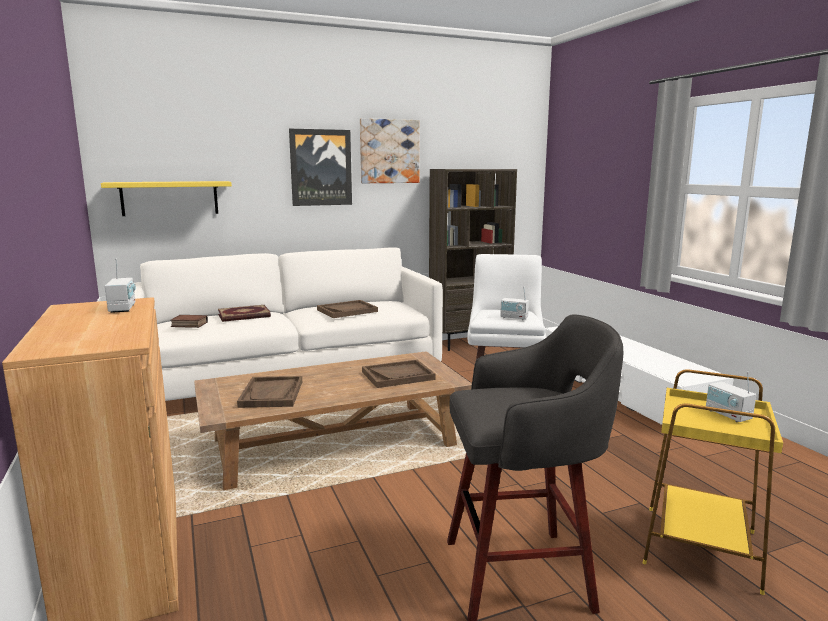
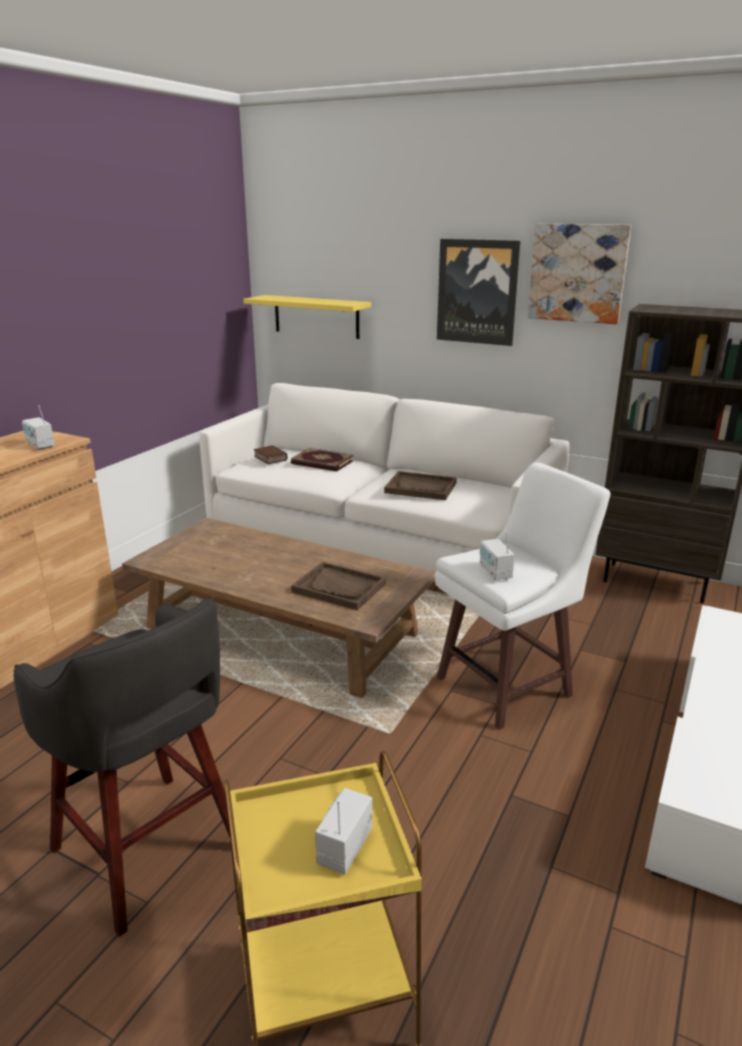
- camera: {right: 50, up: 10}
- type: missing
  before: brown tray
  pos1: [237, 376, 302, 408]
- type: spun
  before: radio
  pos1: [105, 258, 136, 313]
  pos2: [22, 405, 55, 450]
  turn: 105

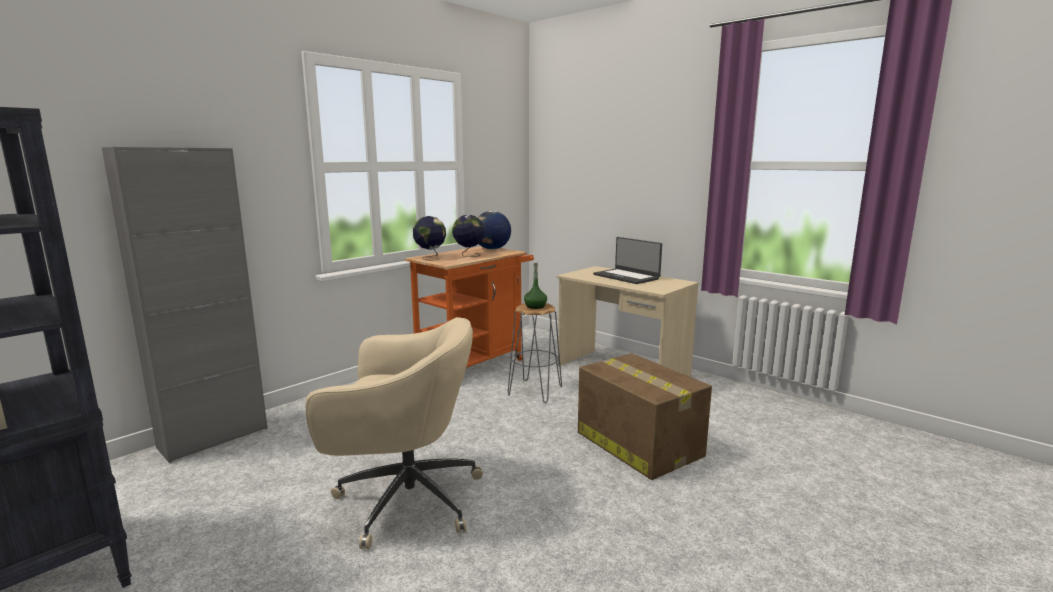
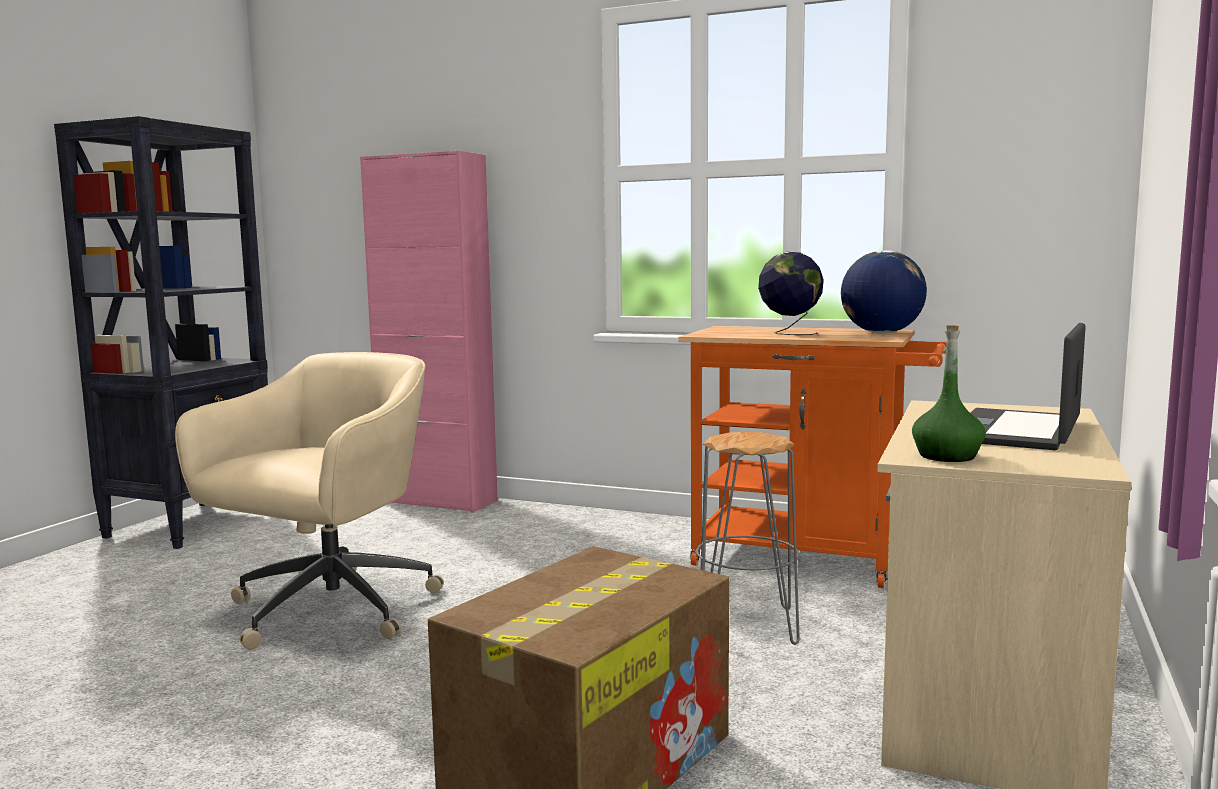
- camera: {right: 70, up: -5}
- type: missing
  before: globe
  pos1: [413, 216, 446, 260]
- type: relocated
  before: green bottle
  pos1: [524, 263, 547, 309]
  pos2: [912, 325, 985, 462]
- type: colour
  before: grey cabinet
  after: pink cabinet
  pos1: [102, 147, 268, 463]
  pos2: [360, 151, 498, 513]
- type: spun
  before: beige office chair
  pos1: [305, 317, 483, 549]
  pos2: [175, 352, 444, 649]
  turn: -135

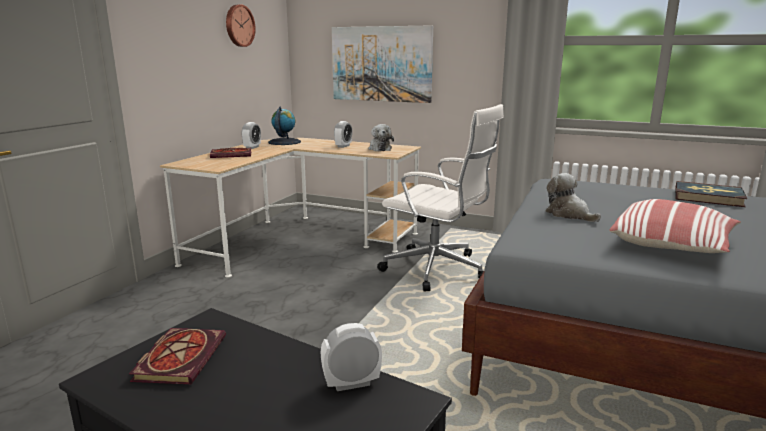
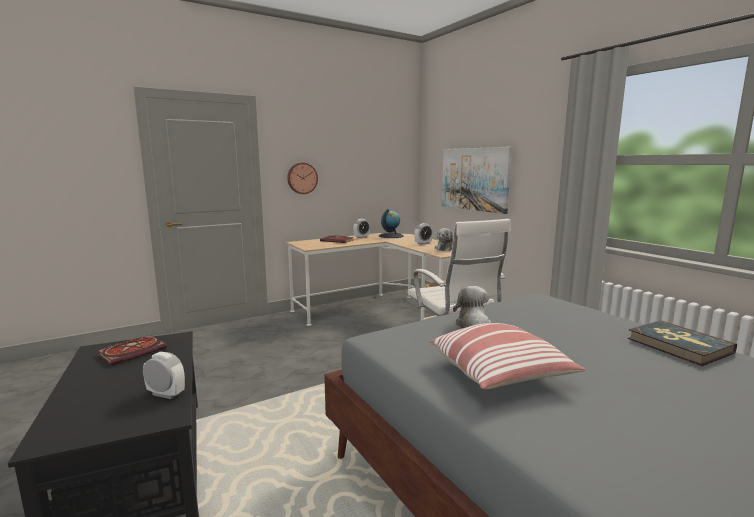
- camera: {right: 35, up: -5}
- type: relocated
  before: wall clock
  pos1: [226, 4, 256, 47]
  pos2: [287, 163, 318, 194]

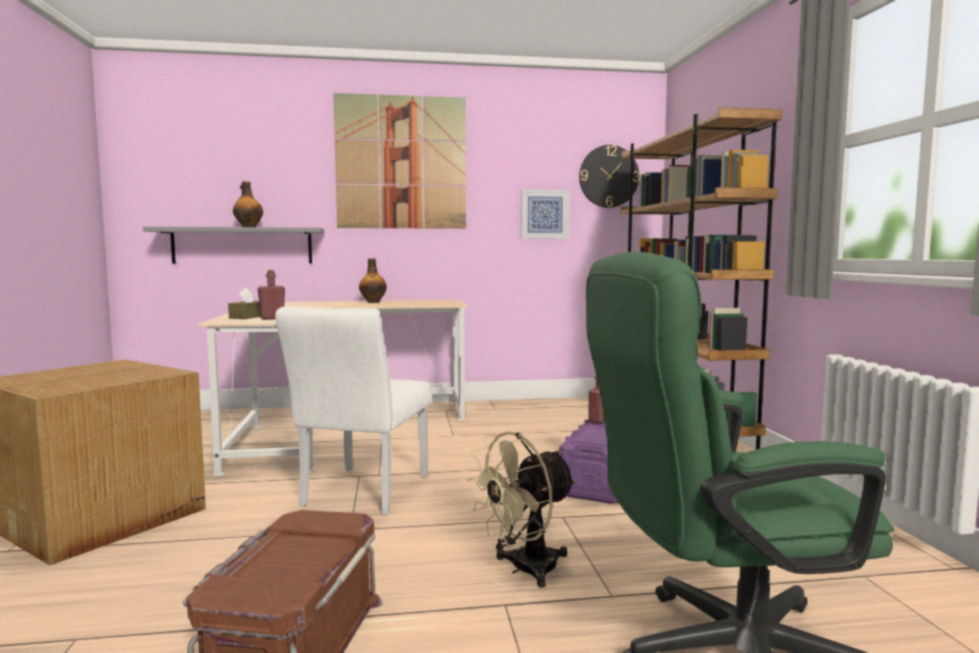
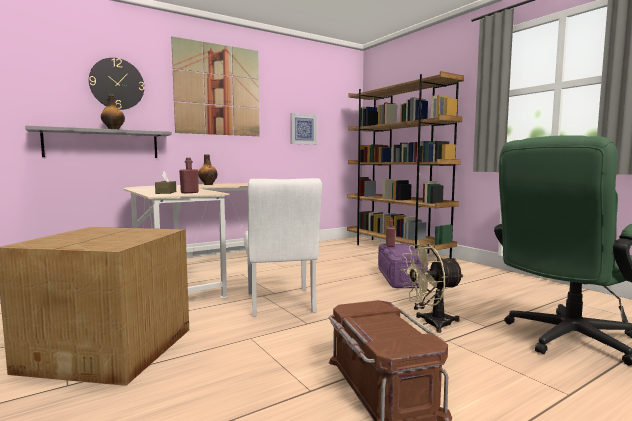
- camera: {right: -25, up: 0}
- type: relocated
  before: wall clock
  pos1: [579, 145, 639, 208]
  pos2: [89, 58, 144, 110]
- type: spun
  before: beige fan
  pos1: [466, 431, 576, 587]
  pos2: [401, 244, 465, 333]
  turn: 45

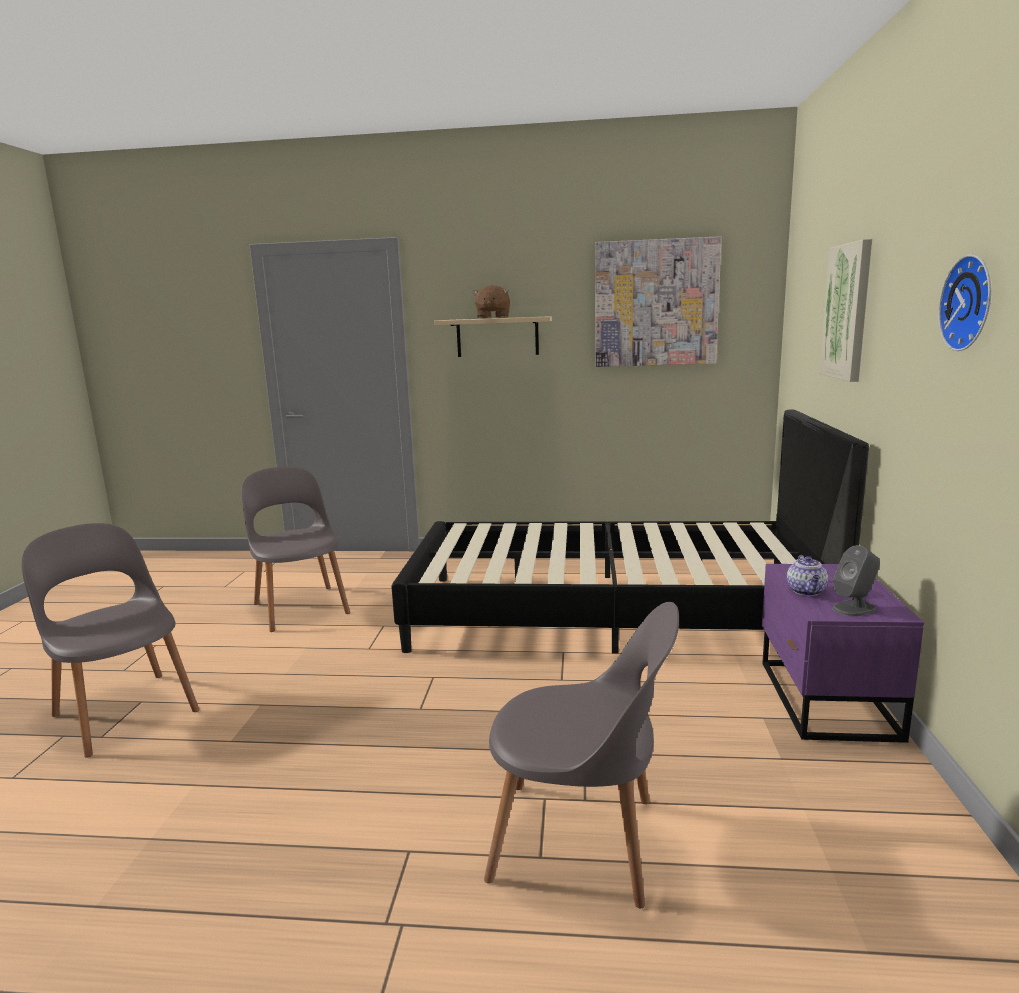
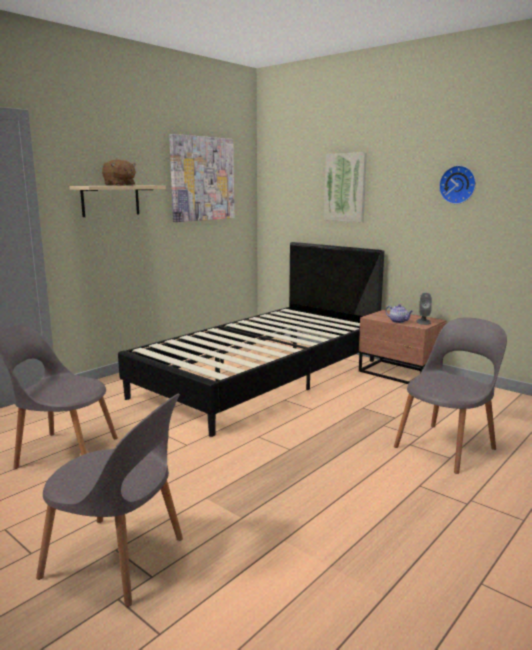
- camera: {right: -55, up: 0}
- type: colour
  before: purple nightstand
  after: brown nightstand
  pos1: [762, 564, 924, 743]
  pos2: [359, 310, 446, 384]
- type: spun
  before: grey chair
  pos1: [21, 523, 199, 758]
  pos2: [36, 394, 183, 607]
  turn: -150

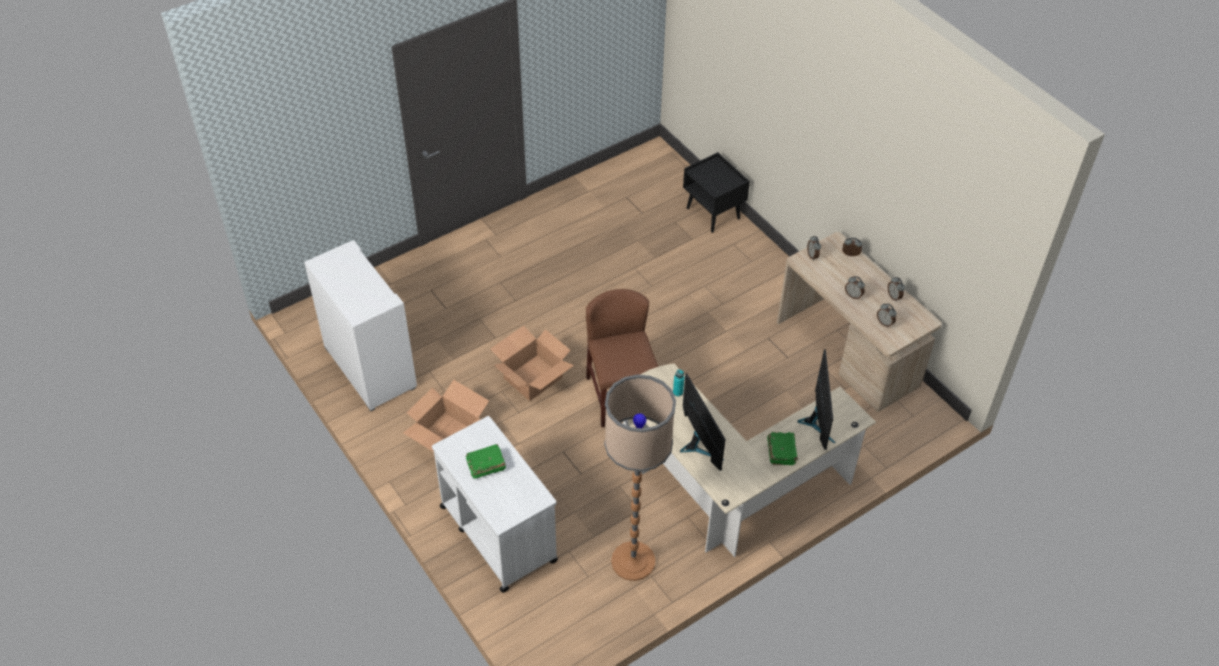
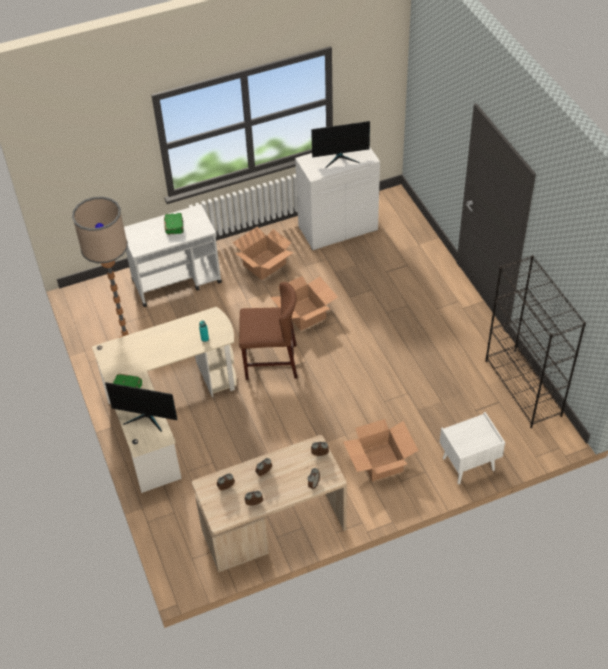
- camera: {right: 105, up: 0}
- type: appeared
  after: cardboard box
  pos2: [343, 419, 419, 481]
- type: appeared
  after: black bookcase
  pos2: [485, 255, 586, 428]
- type: relocated
  before: monitor
  pos1: [680, 373, 726, 471]
  pos2: [311, 121, 370, 168]
- type: colour
  before: black nightstand
  after: white nightstand
  pos1: [683, 152, 750, 233]
  pos2: [439, 412, 505, 484]

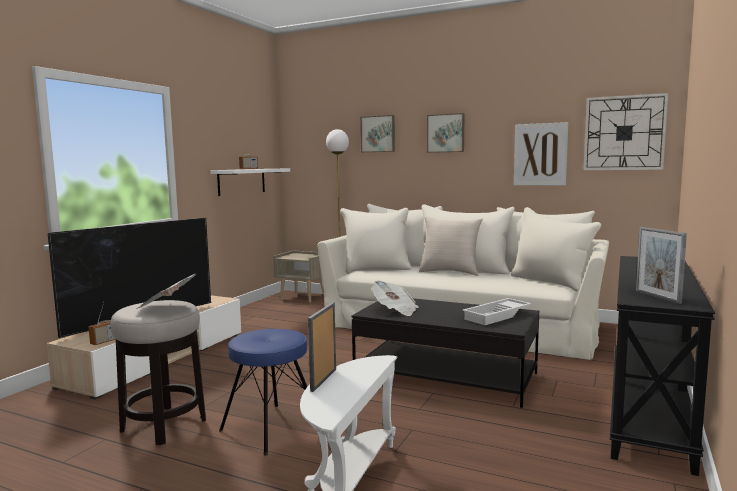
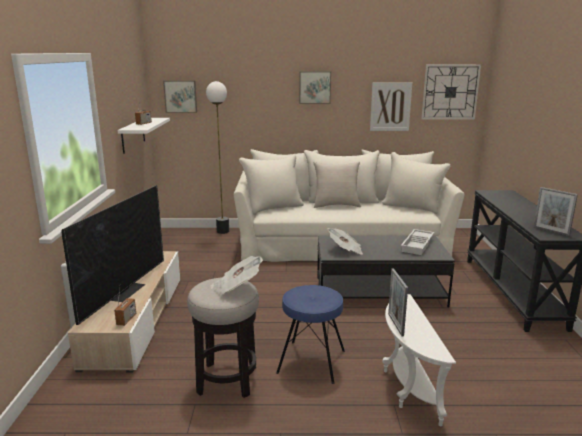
- camera: {right: -25, up: 10}
- type: missing
  before: beige nightstand
  pos1: [274, 250, 324, 303]
- type: relocated
  before: picture
  pos1: [360, 115, 395, 152]
  pos2: [163, 81, 197, 113]

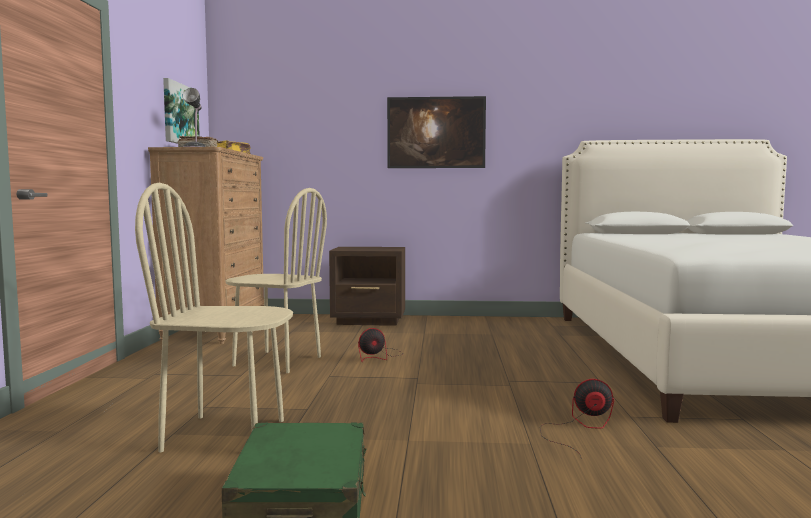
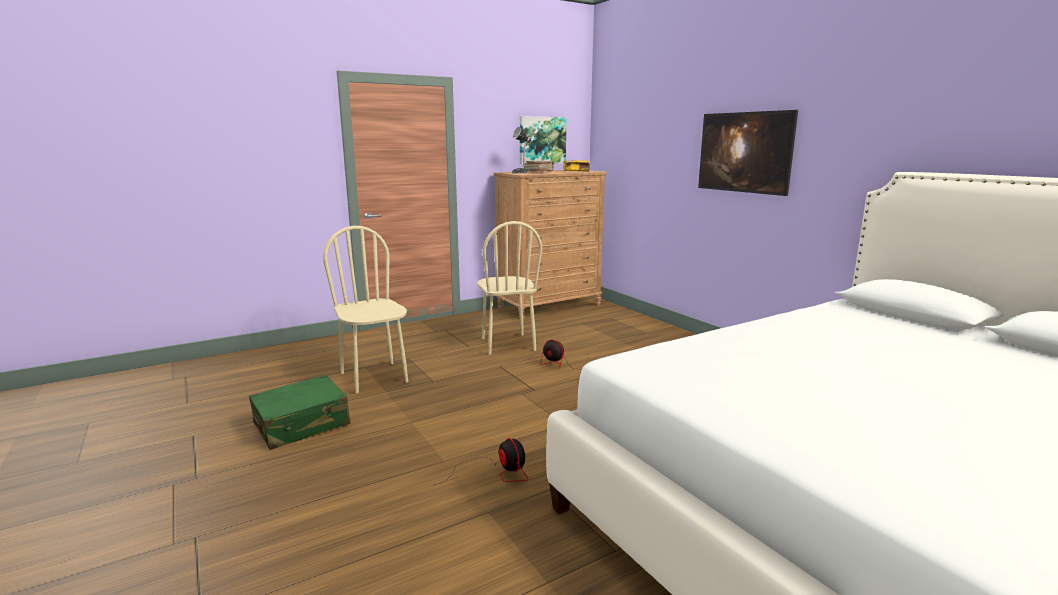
- camera: {right: 55, up: 10}
- type: missing
  before: brown nightstand
  pos1: [329, 247, 405, 326]

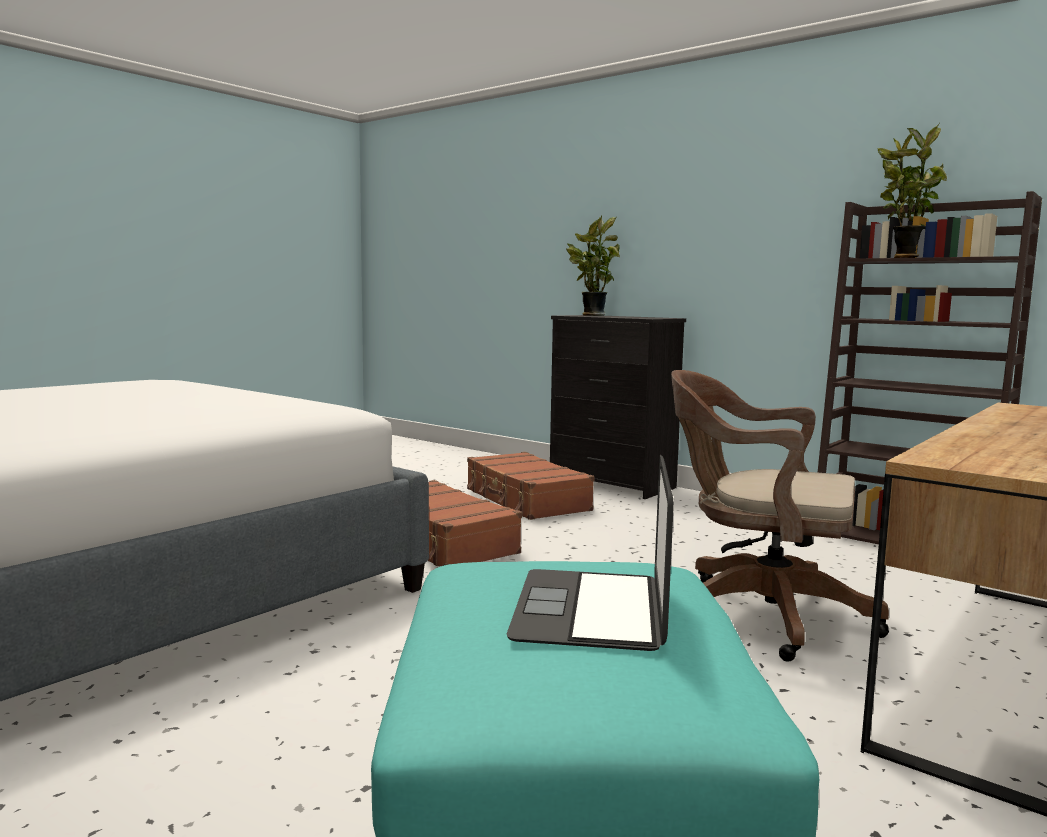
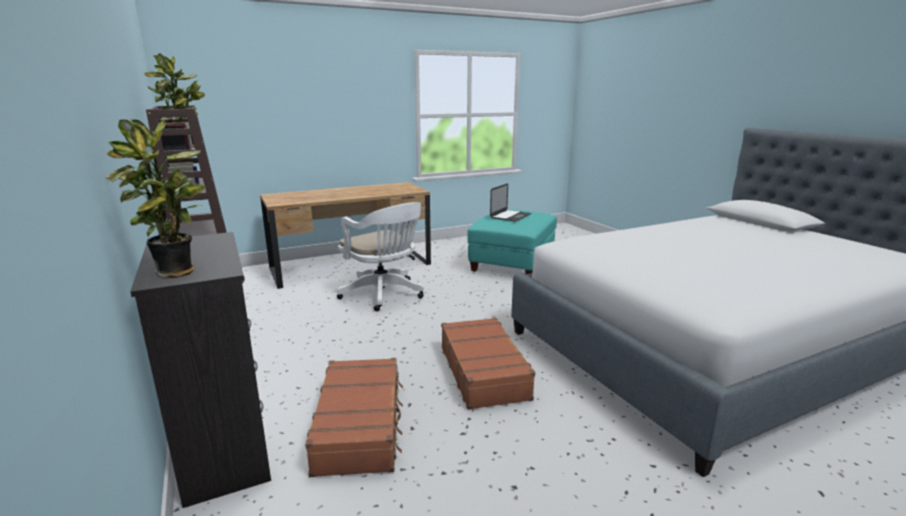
- camera: {right: -155, up: 10}
- type: colour
  before: brown office chair
  after: white office chair
  pos1: [671, 370, 889, 662]
  pos2: [337, 202, 424, 311]

